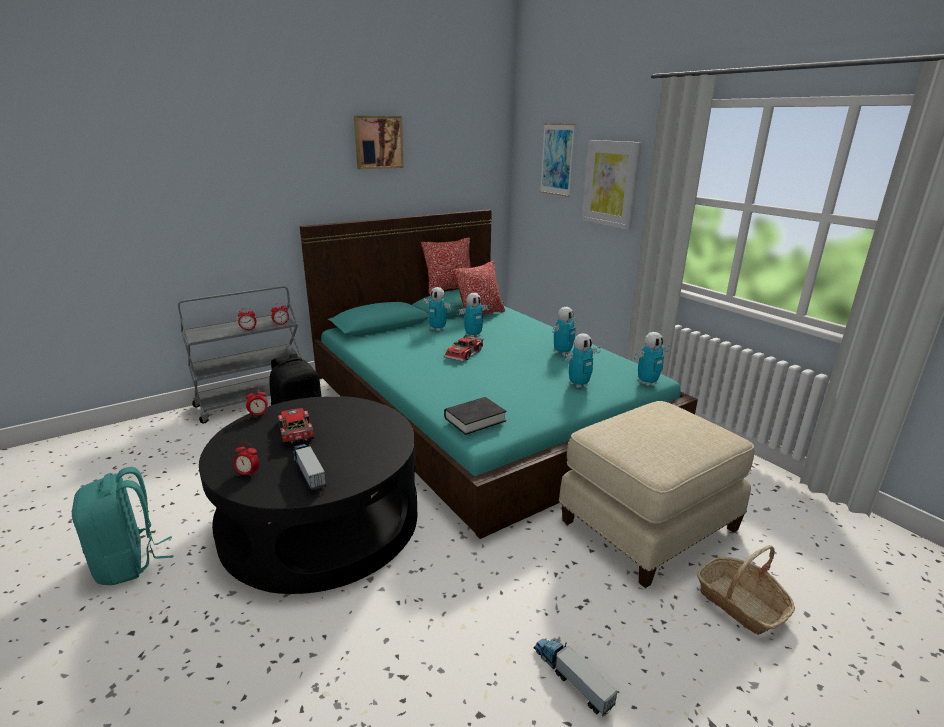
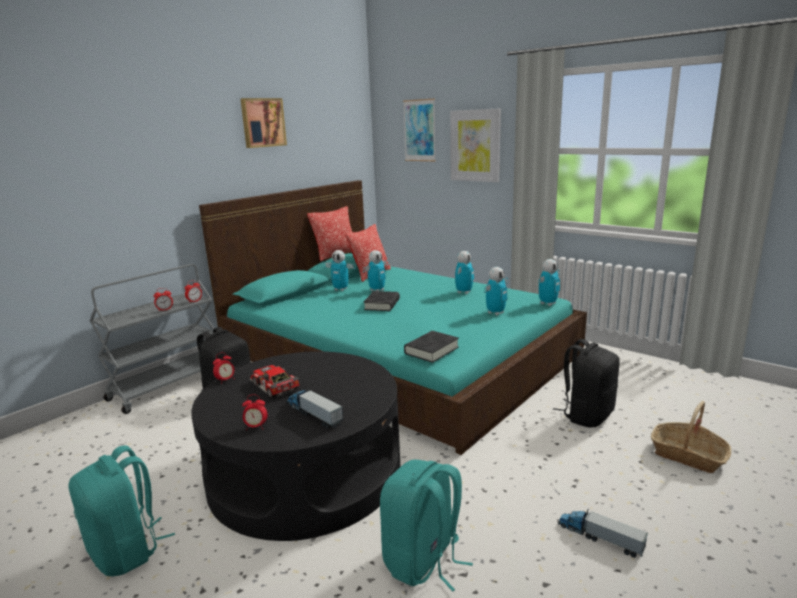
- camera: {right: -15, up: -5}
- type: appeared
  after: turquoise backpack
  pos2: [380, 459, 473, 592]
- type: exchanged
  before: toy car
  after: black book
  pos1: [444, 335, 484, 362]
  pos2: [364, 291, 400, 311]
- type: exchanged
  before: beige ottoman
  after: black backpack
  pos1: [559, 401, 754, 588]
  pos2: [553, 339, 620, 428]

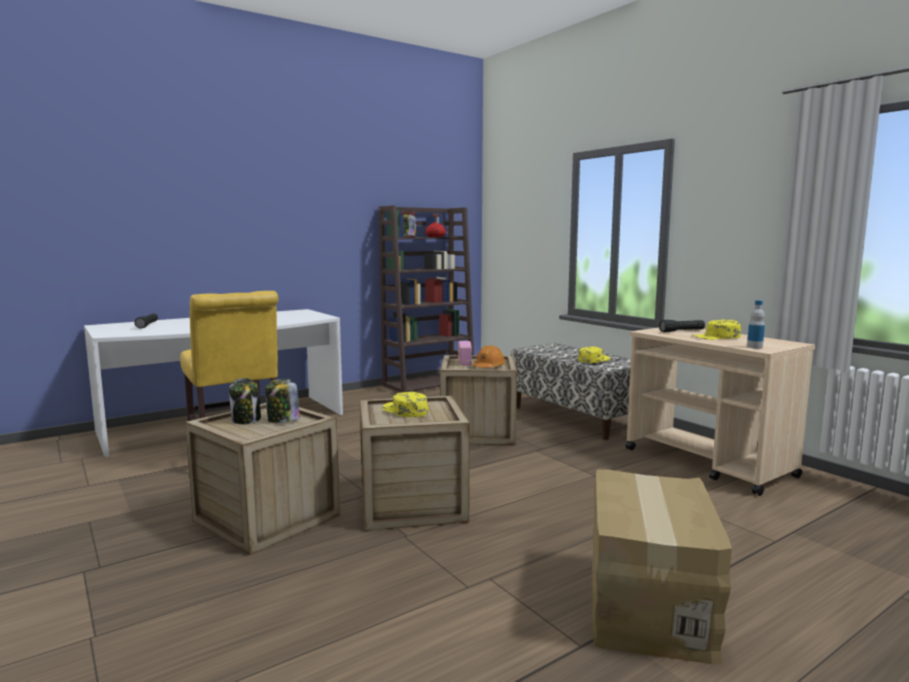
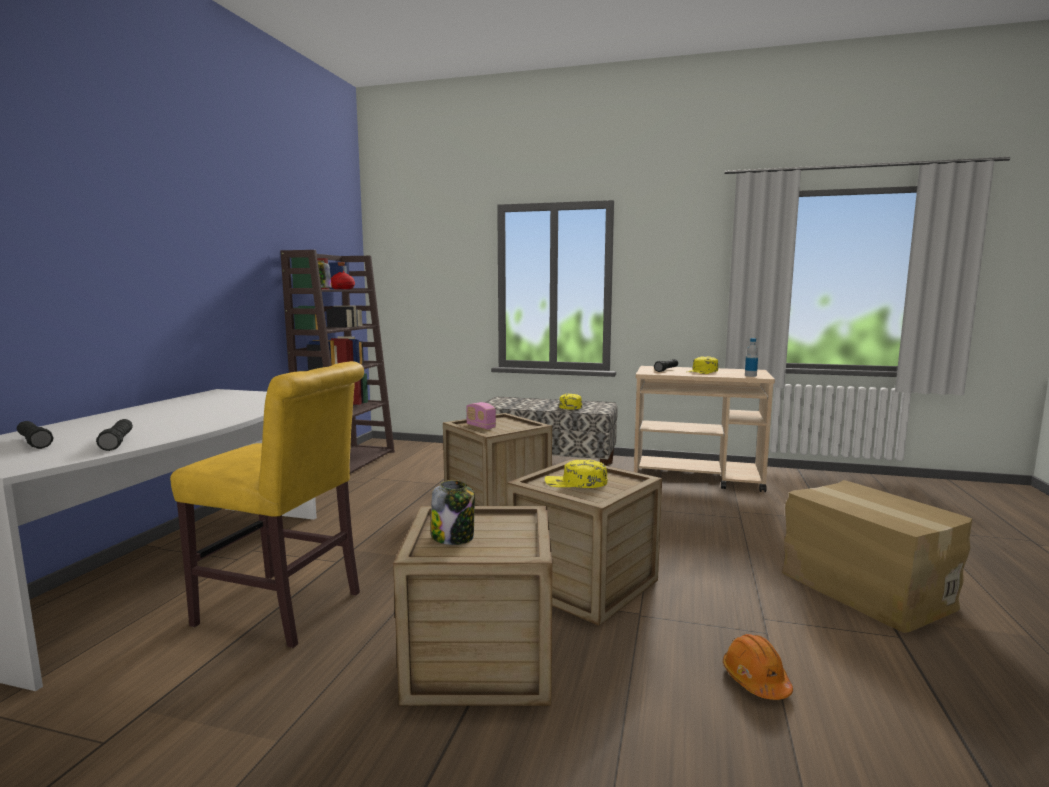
- camera: {right: -40, up: 0}
- type: missing
  before: jar
  pos1: [265, 379, 300, 423]
- type: appeared
  after: black flashlight
  pos2: [96, 419, 133, 451]
- type: relocated
  before: orange hard hat
  pos1: [473, 345, 506, 368]
  pos2: [723, 634, 793, 700]

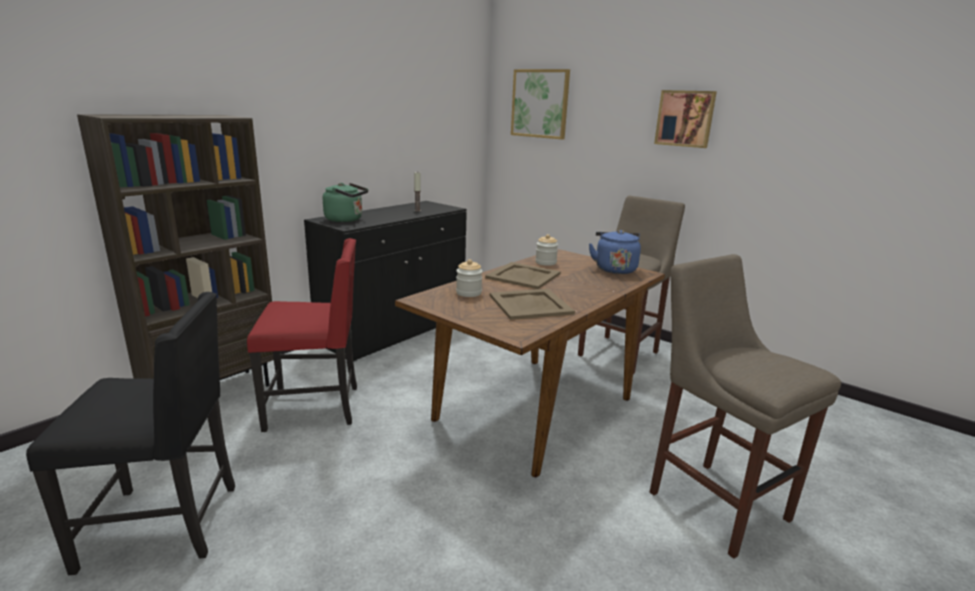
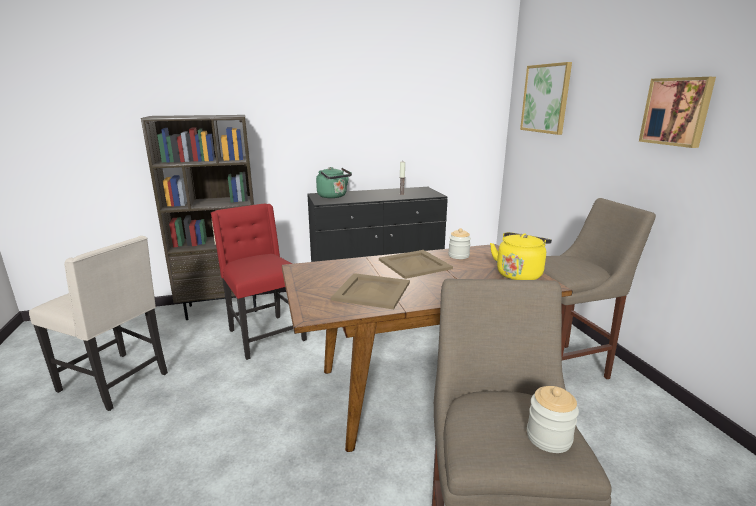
- camera: {right: 35, up: 0}
- type: relocated
  before: jar
  pos1: [456, 259, 483, 297]
  pos2: [527, 386, 579, 453]
- type: colour
  before: black chair
  after: beige chair
  pos1: [26, 292, 235, 575]
  pos2: [29, 236, 168, 411]
- type: colour
  before: blue kettle
  after: yellow kettle
  pos1: [589, 230, 641, 274]
  pos2: [490, 232, 552, 280]
- type: spun
  before: red chair
  pos1: [247, 238, 357, 432]
  pos2: [211, 204, 307, 360]
  turn: -150

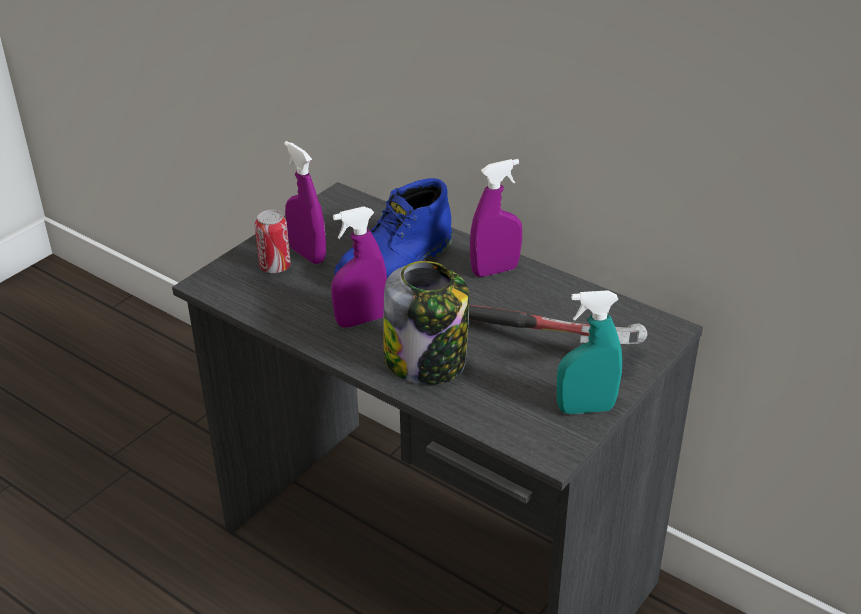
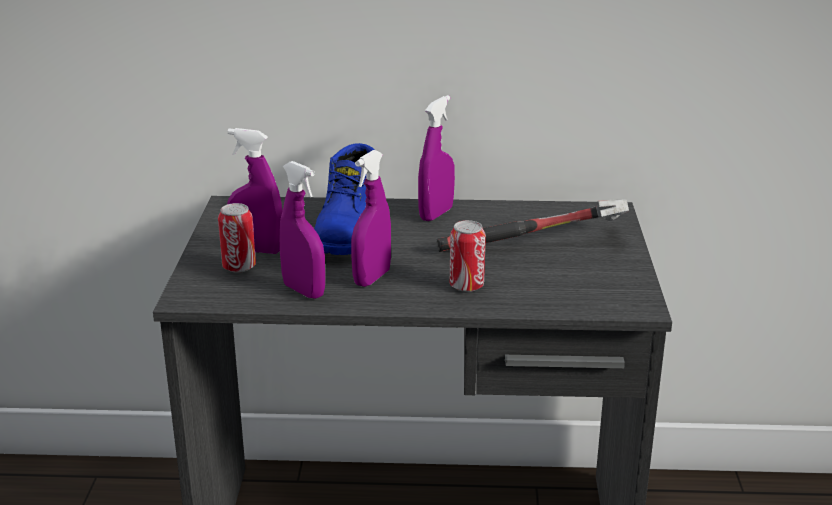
- camera: {right: -35, up: -10}
- type: missing
  before: turquoise spray bottle
  pos1: [557, 290, 622, 414]
- type: appeared
  after: purple spray bottle
  pos2: [279, 161, 325, 299]
- type: exchanged
  before: jar
  after: can
  pos1: [383, 261, 469, 385]
  pos2: [450, 220, 486, 292]

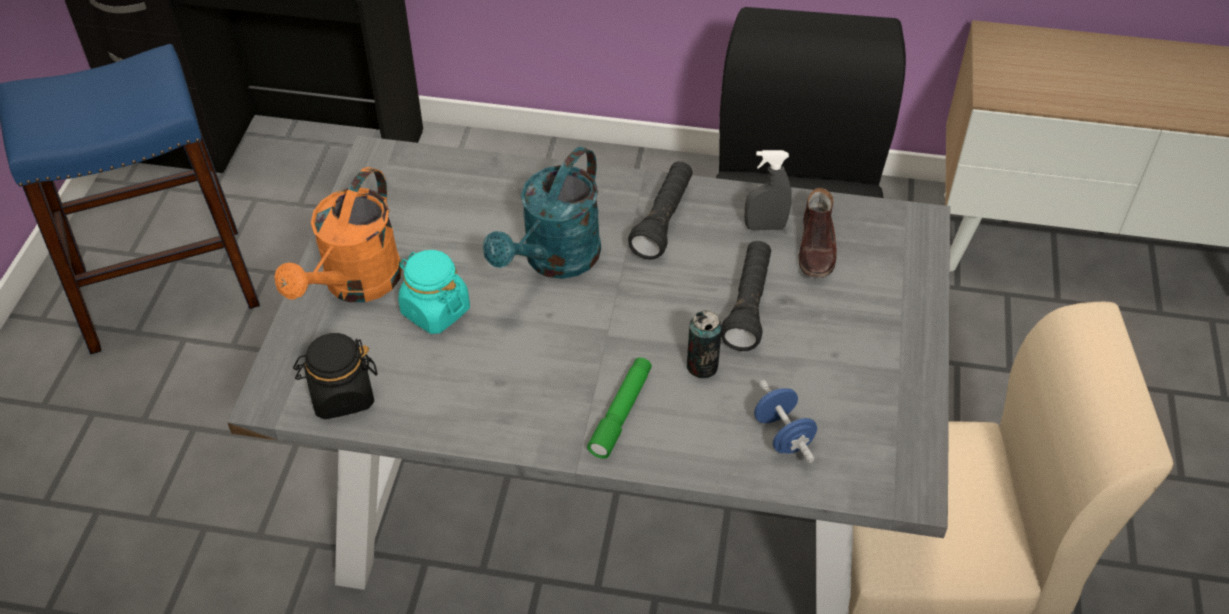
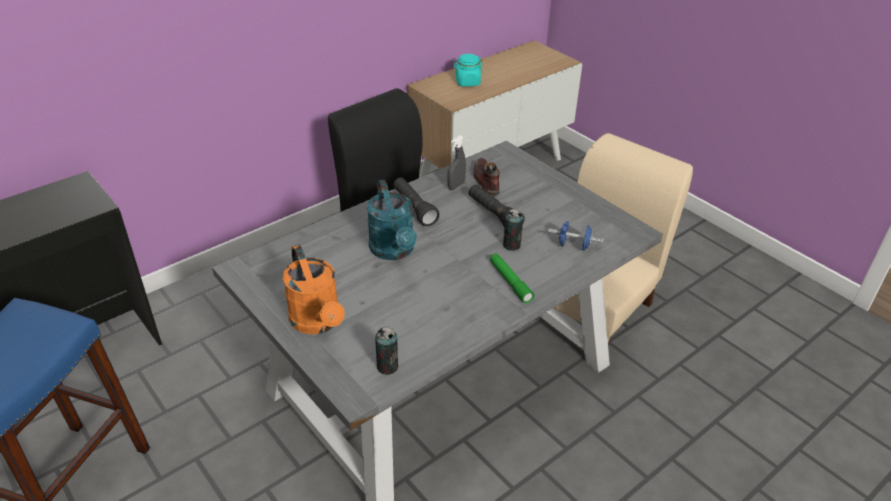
- camera: {right: -50, up: -10}
- type: relocated
  before: turquoise jar
  pos1: [398, 250, 470, 334]
  pos2: [453, 54, 483, 87]
- type: exchanged
  before: black jar
  after: can
  pos1: [293, 333, 378, 419]
  pos2: [375, 327, 398, 375]
- type: spun
  before: brown shoe
  pos1: [799, 188, 837, 278]
  pos2: [473, 158, 499, 195]
  turn: -150

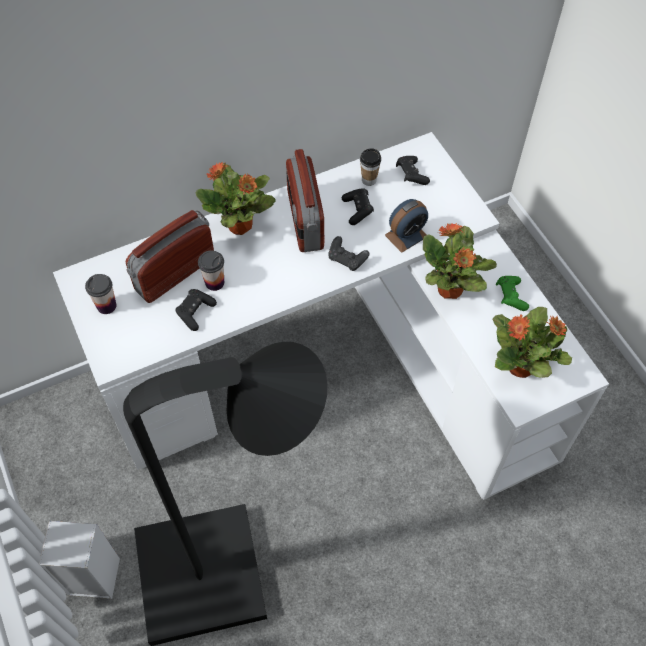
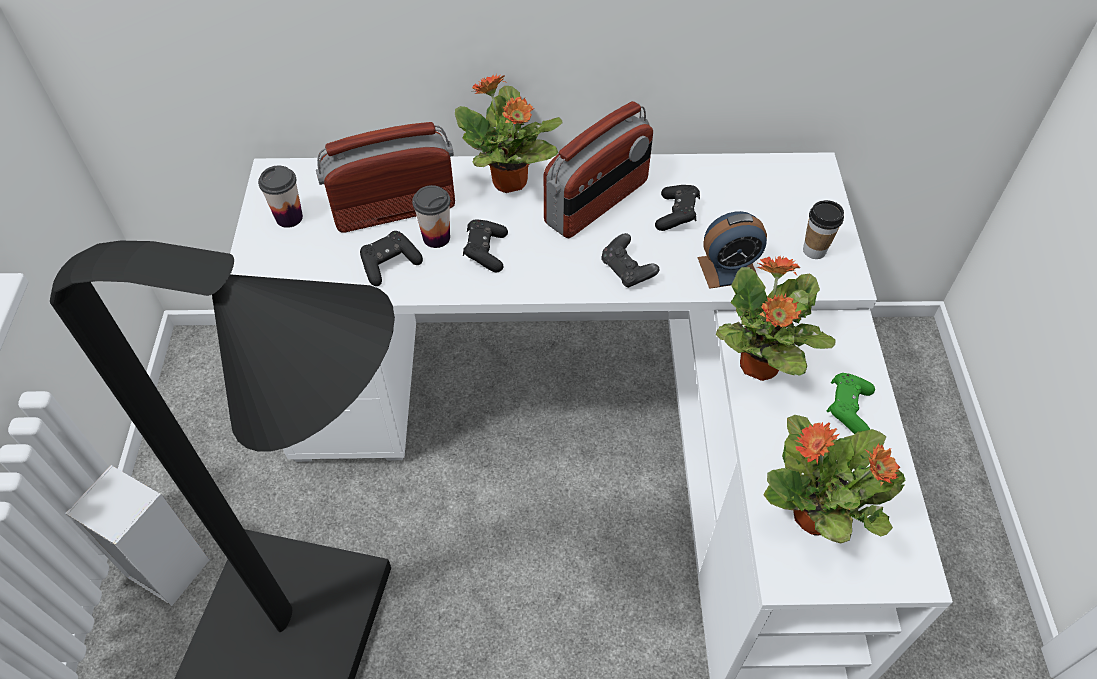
- camera: {right: 25, up: -5}
- type: relocated
  before: cup
  pos1: [360, 148, 381, 186]
  pos2: [803, 200, 844, 259]
- type: relocated
  before: black game controller
  pos1: [396, 156, 430, 185]
  pos2: [463, 219, 508, 272]
- type: spun
  before: radio
  pos1: [286, 149, 324, 252]
  pos2: [544, 101, 653, 238]
  turn: -150

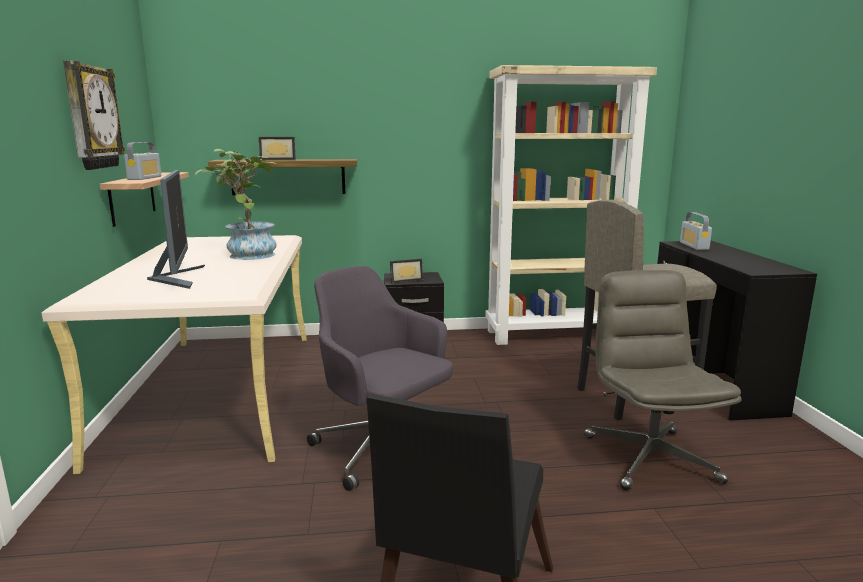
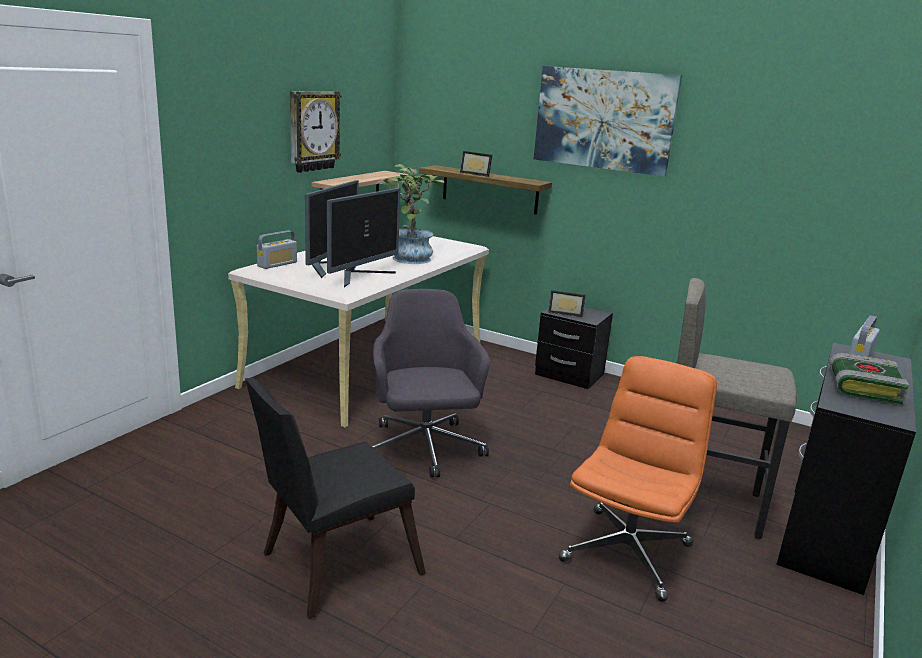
- camera: {right: 35, up: 5}
- type: missing
  before: beige bookcase
  pos1: [485, 65, 657, 345]
- type: appeared
  after: monitor
  pos2: [327, 188, 400, 287]
- type: appeared
  after: picture
  pos2: [534, 66, 682, 177]
- type: appeared
  after: book
  pos2: [829, 353, 909, 405]
- type: relocated
  before: radio
  pos1: [124, 142, 161, 180]
  pos2: [257, 230, 297, 269]
- type: colour
  before: grey office chair
  after: orange office chair
  pos1: [584, 270, 742, 490]
  pos2: [559, 356, 717, 602]

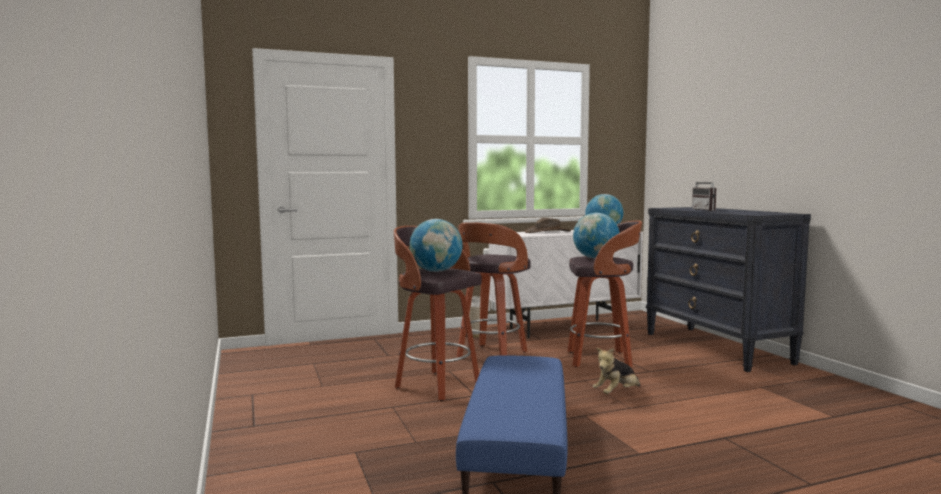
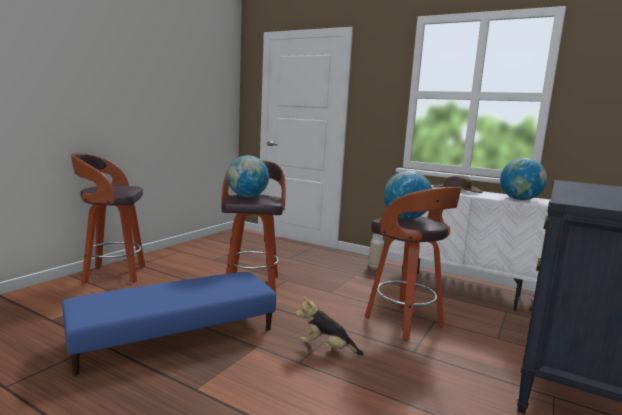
- camera: {right: 50, up: 5}
- type: missing
  before: radio
  pos1: [692, 176, 716, 211]
- type: relocated
  before: stool
  pos1: [457, 222, 531, 357]
  pos2: [71, 153, 145, 284]

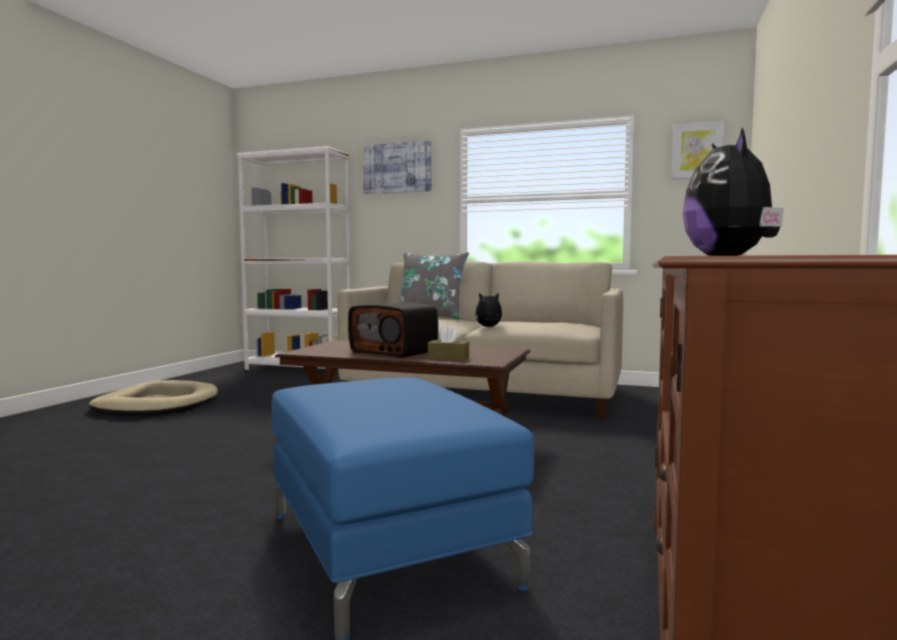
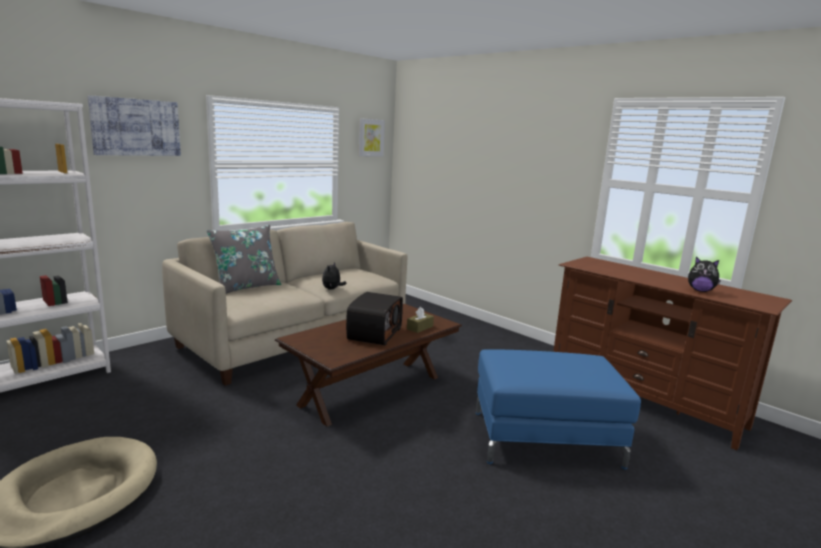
- camera: {right: -65, up: 10}
- type: spun
  before: radio
  pos1: [348, 303, 438, 358]
  pos2: [346, 292, 403, 346]
  turn: -45

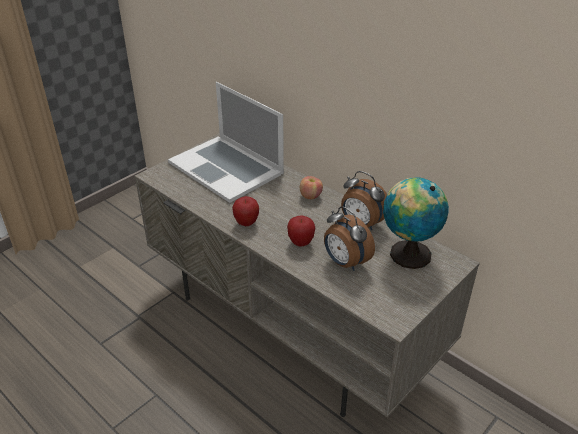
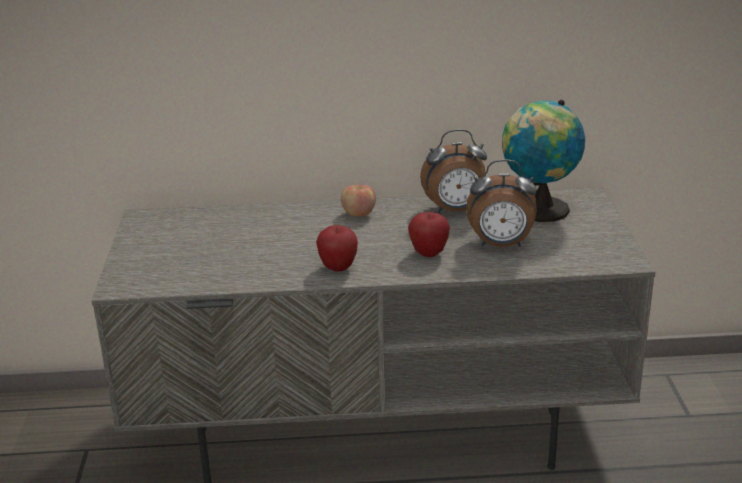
- camera: {right: -45, up: -10}
- type: missing
  before: laptop
  pos1: [168, 82, 284, 203]

